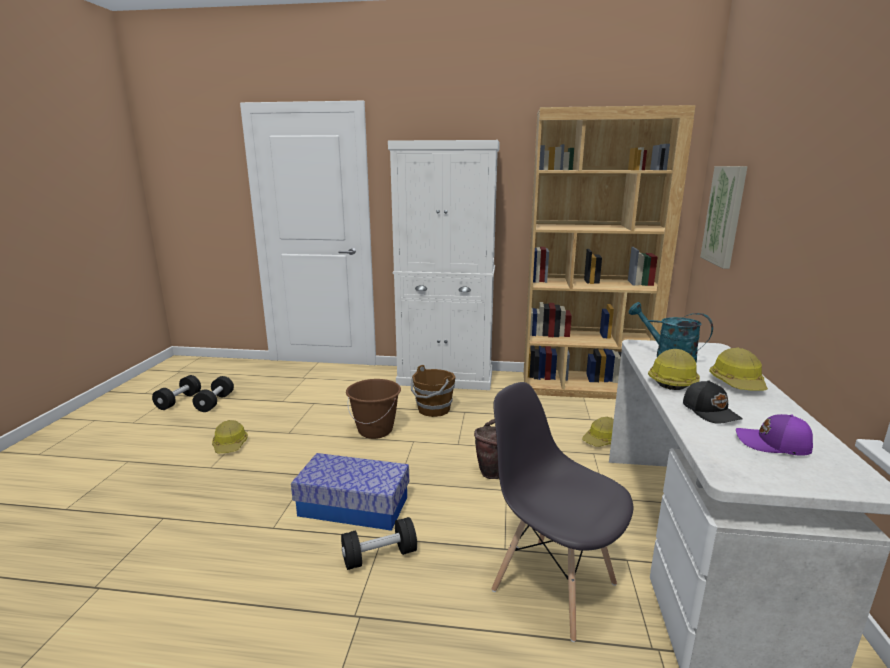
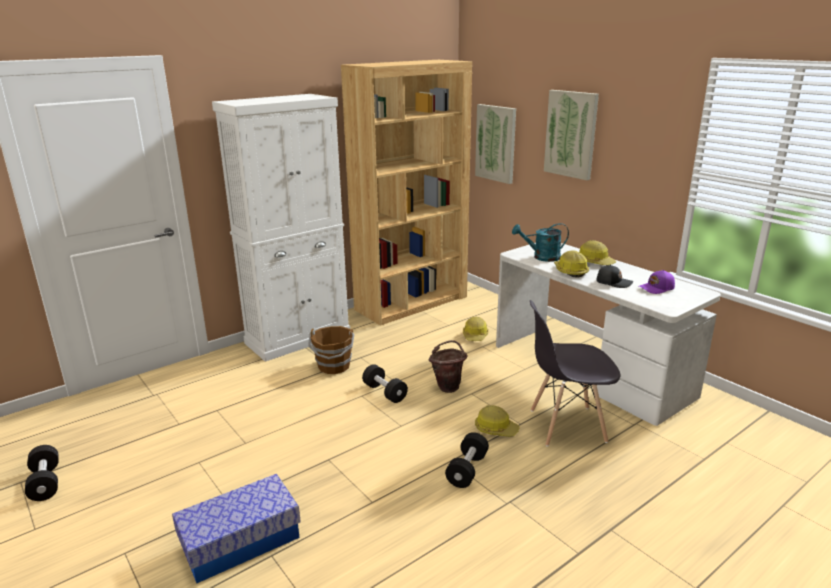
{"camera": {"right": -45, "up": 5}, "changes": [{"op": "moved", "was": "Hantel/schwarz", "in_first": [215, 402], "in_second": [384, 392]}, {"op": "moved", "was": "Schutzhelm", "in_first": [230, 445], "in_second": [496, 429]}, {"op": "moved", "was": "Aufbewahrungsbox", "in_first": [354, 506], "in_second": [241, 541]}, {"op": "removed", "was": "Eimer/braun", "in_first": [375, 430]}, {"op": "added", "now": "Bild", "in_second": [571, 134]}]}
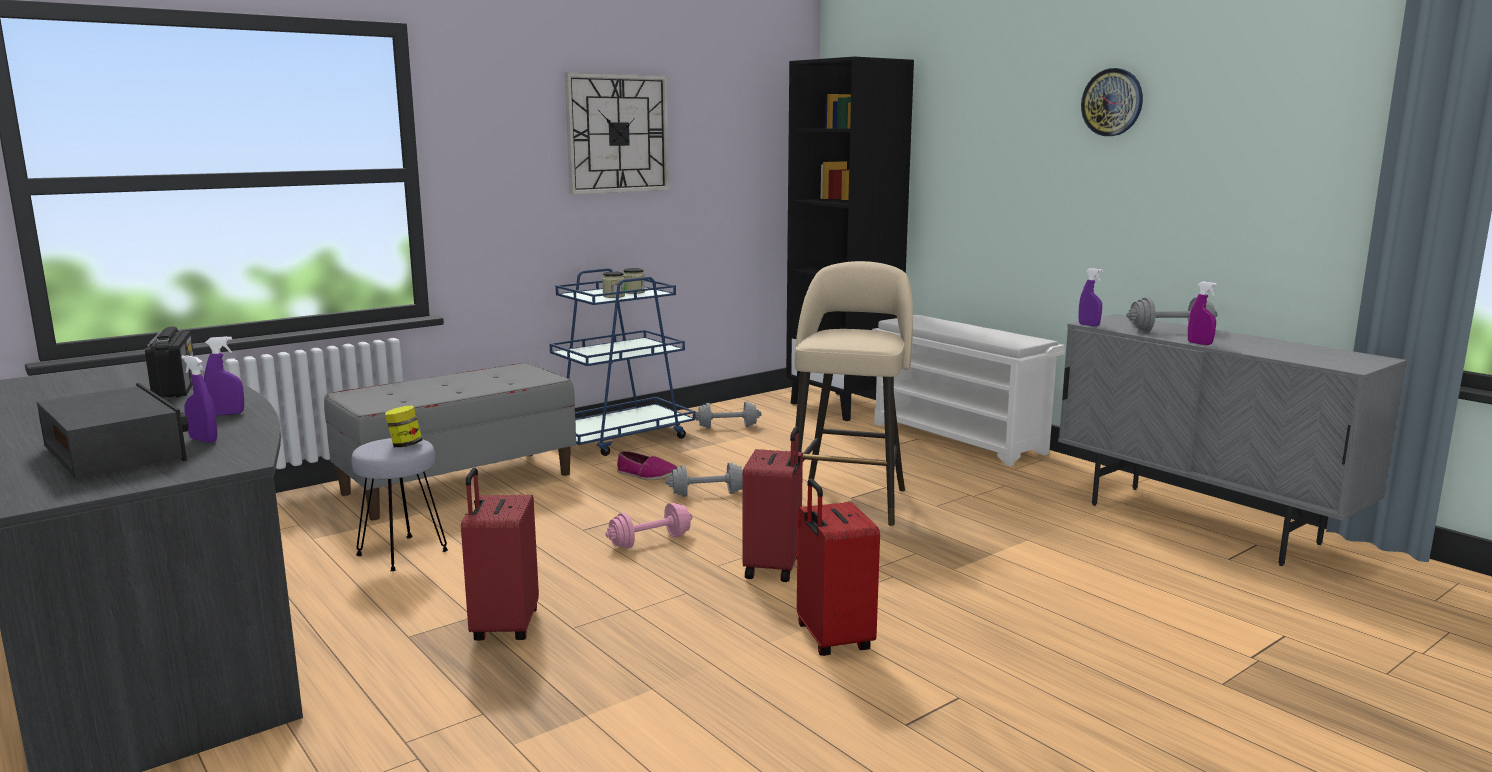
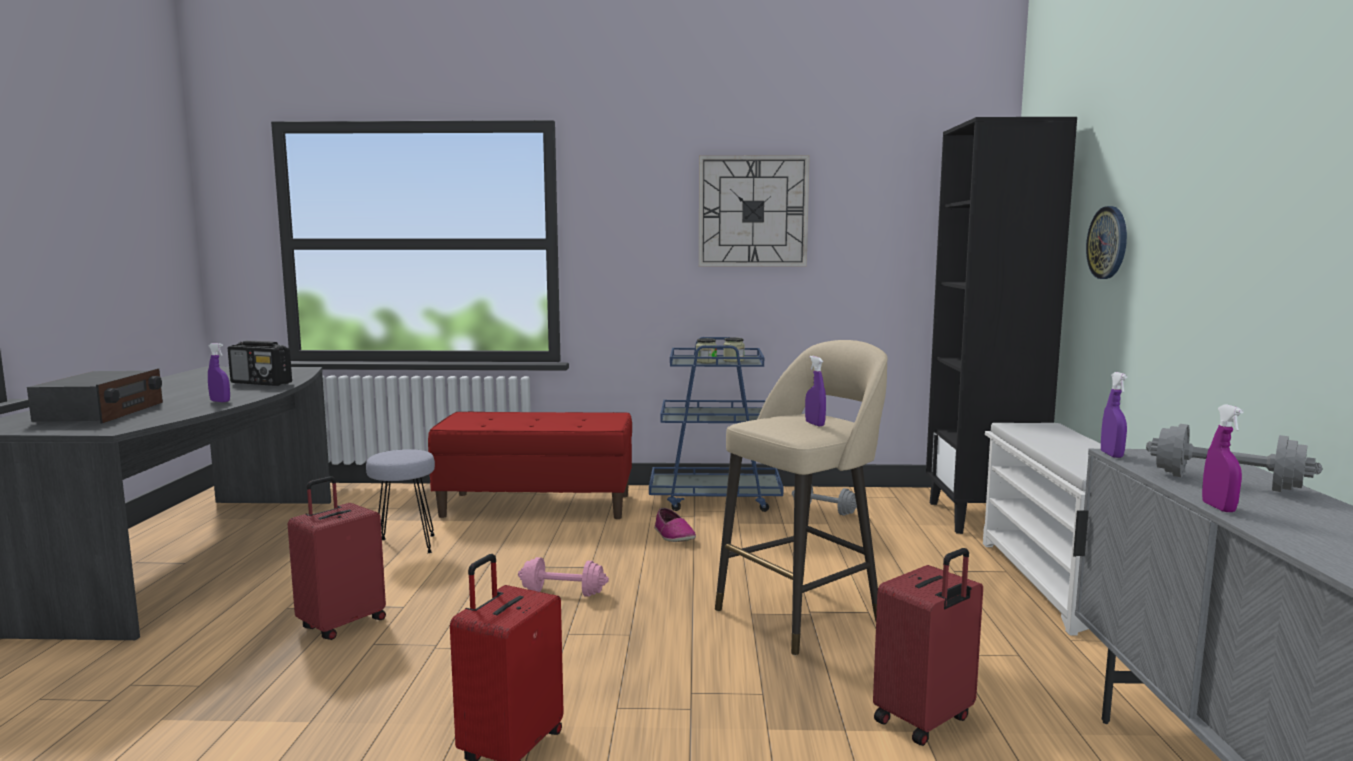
{"camera": {"right": 40, "up": -5}, "changes": [{"op": "turned", "was": "Radio", "in_first": [175, 388], "in_second": [262, 383], "clockwise": 90}, {"op": "moved", "was": "Sprühflasche/lila", "in_first": [203, 440], "in_second": [814, 424]}, {"op": "recoloured", "was": "Bank/grau", "now": "Bank/rot", "in_first": [458, 483], "in_second": [537, 505]}, {"op": "removed", "was": "Vorratsglas", "in_first": [405, 445]}, {"op": "removed", "was": "Hantel/grau", "in_first": [707, 494]}, {"op": "moved", "was": "Koffer/rot", "in_first": [774, 567], "in_second": [925, 720]}, {"op": "moved", "was": "Wanduhr", "in_first": [1112, 102], "in_second": [1108, 242]}]}
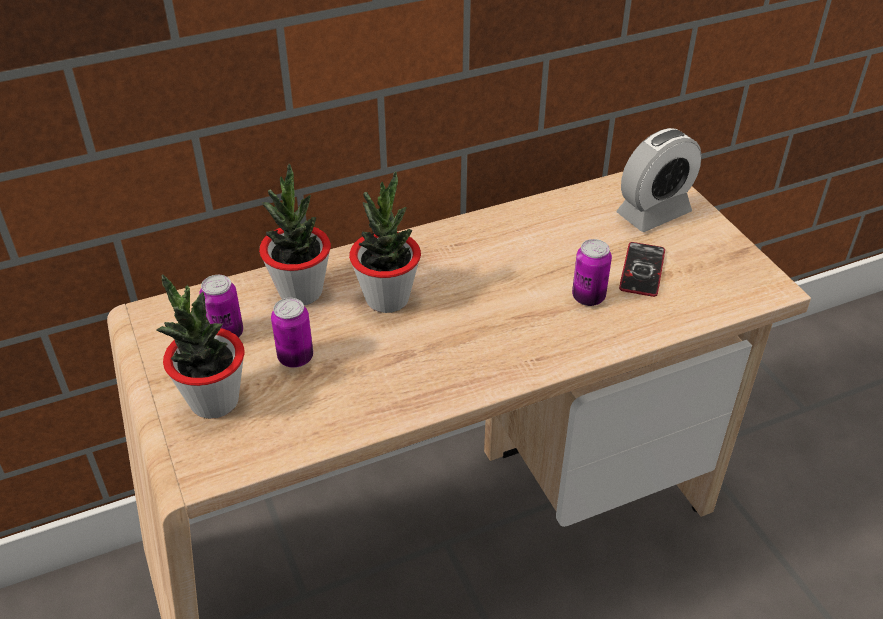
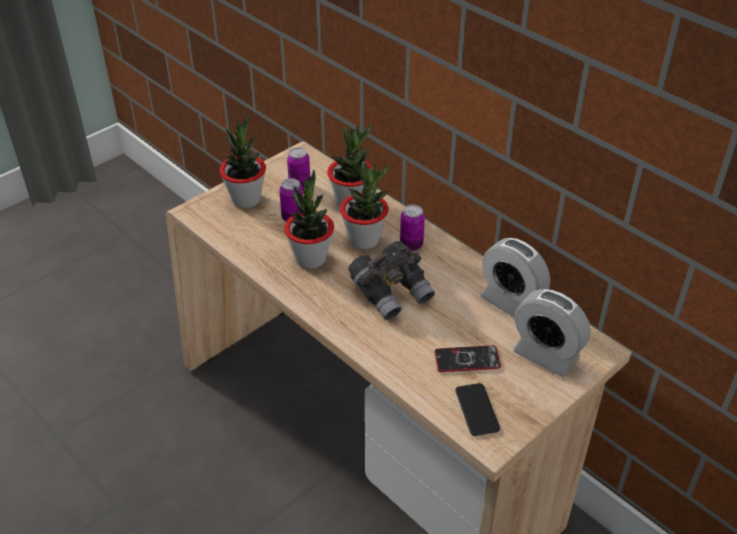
{"camera": {"right": 70, "up": 0}, "changes": [{"op": "moved", "was": "Dose", "in_first": [588, 297], "in_second": [411, 245]}, {"op": "added", "now": "Topfpflanze", "in_second": [310, 258]}, {"op": "added", "now": "Fernglas/grau", "in_second": [392, 292]}, {"op": "added", "now": "Handy", "in_second": [477, 410]}, {"op": "added", "now": "Wecker", "in_second": [511, 302]}]}
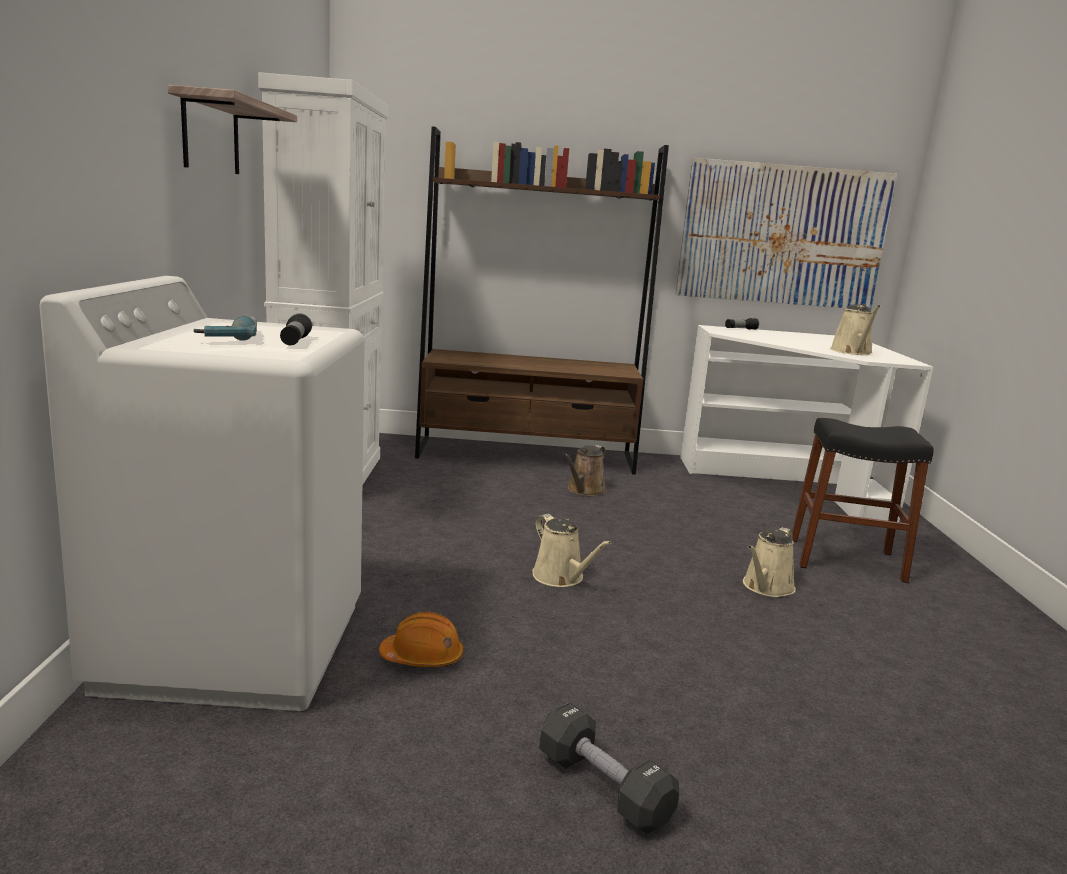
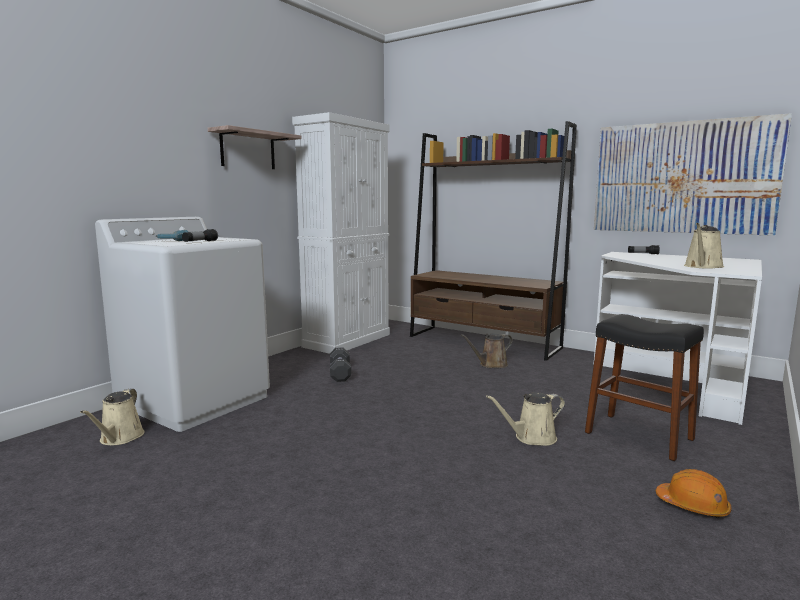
{"camera": {"right": 35, "up": -5}, "changes": [{"op": "moved", "was": "Schutzhelm/orange", "in_first": [422, 657], "in_second": [693, 506]}, {"op": "moved", "was": "Gießkanne/beige", "in_first": [561, 577], "in_second": [119, 438]}, {"op": "moved", "was": "Hantel/schwarz", "in_first": [603, 787], "in_second": [340, 373]}]}
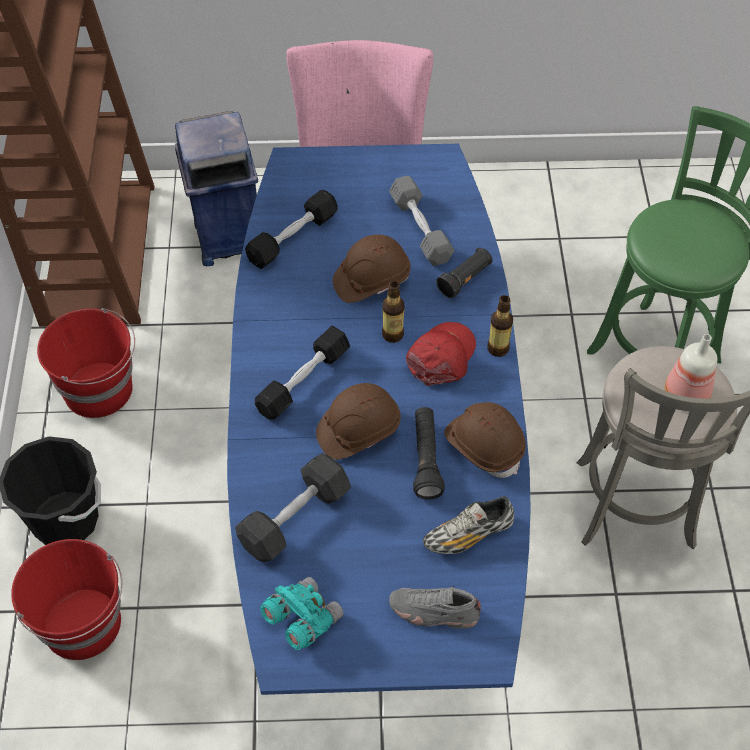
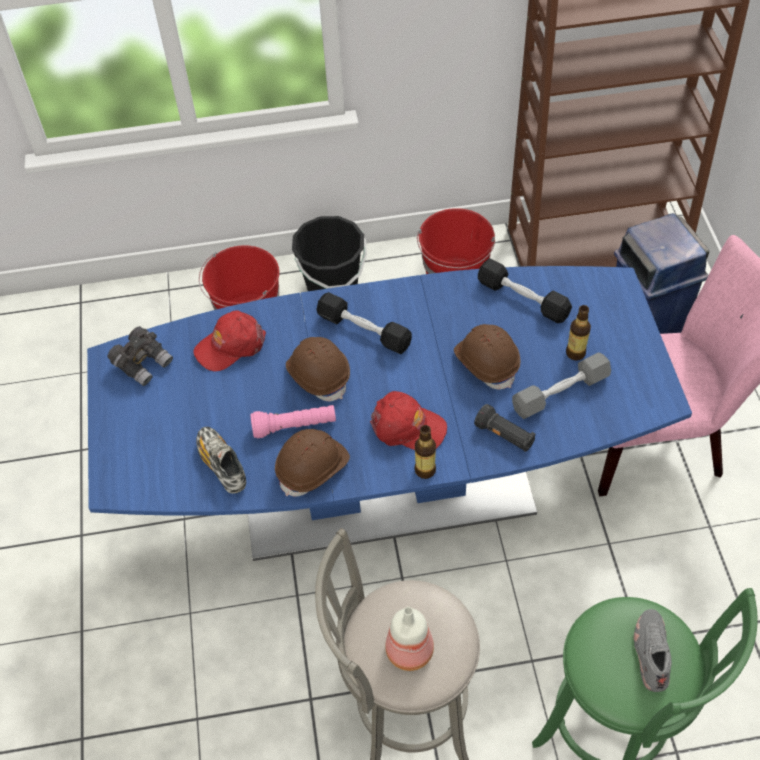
{"camera": {"right": 85, "up": 0}, "changes": [{"op": "replaced", "was": "Hantel/grau", "now": "Kappe/rot", "in_first": [294, 518], "in_second": [230, 345]}, {"op": "recoloured", "was": "Fernglas/türkis", "now": "Fernglas/grau", "in_first": [302, 619], "in_second": [143, 363]}, {"op": "moved", "was": "Flasche", "in_first": [393, 334], "in_second": [575, 353]}, {"op": "moved", "was": "Schuh/grau", "in_first": [433, 612], "in_second": [651, 652]}, {"op": "recoloured", "was": "Taschenlampe/schwarz", "now": "Taschenlampe/rosa", "in_first": [426, 459], "in_second": [295, 426]}]}
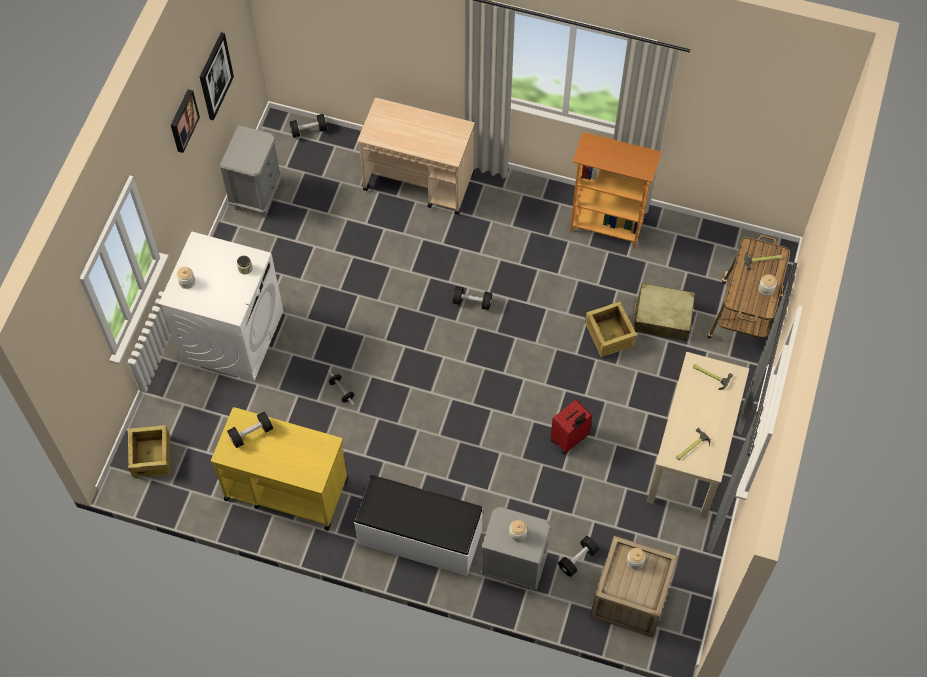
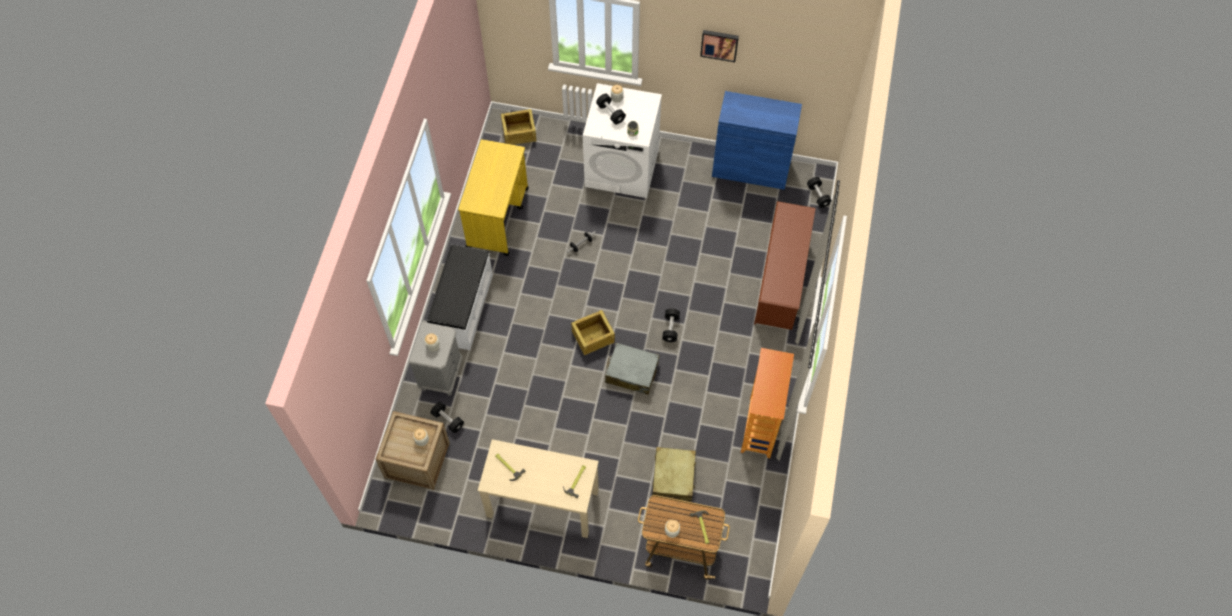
{"camera": {"right": 85, "up": 0}, "changes": [{"op": "removed", "was": "Bild", "in_first": [215, 76]}, {"op": "replaced", "was": "Nachttisch/grau", "now": "Schrank/blau", "in_first": [257, 194], "in_second": [751, 168]}, {"op": "moved", "was": "Hantel/schwarz", "in_first": [251, 433], "in_second": [610, 113]}, {"op": "replaced", "was": "Rollwagen/beige", "now": "Schuhregal/braun", "in_first": [419, 182], "in_second": [781, 280]}, {"op": "removed", "was": "Koffer/rot", "in_first": [569, 439]}, {"op": "moved", "was": "Kiste", "in_first": [609, 335], "in_second": [592, 336]}, {"op": "added", "now": "Koffer/grau", "in_second": [631, 372]}]}
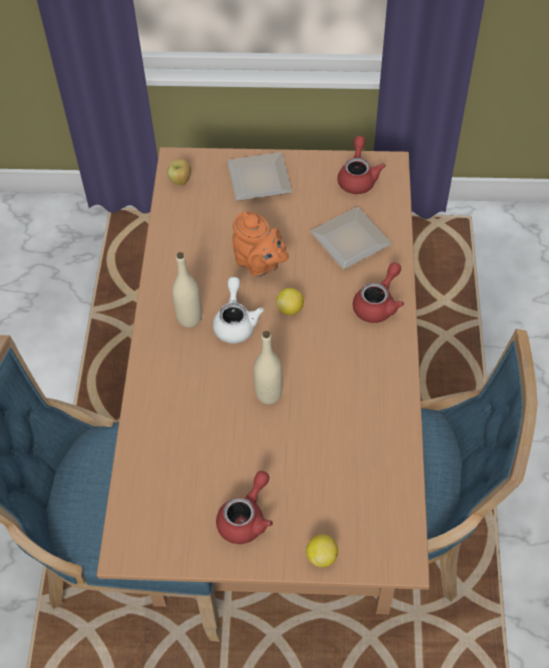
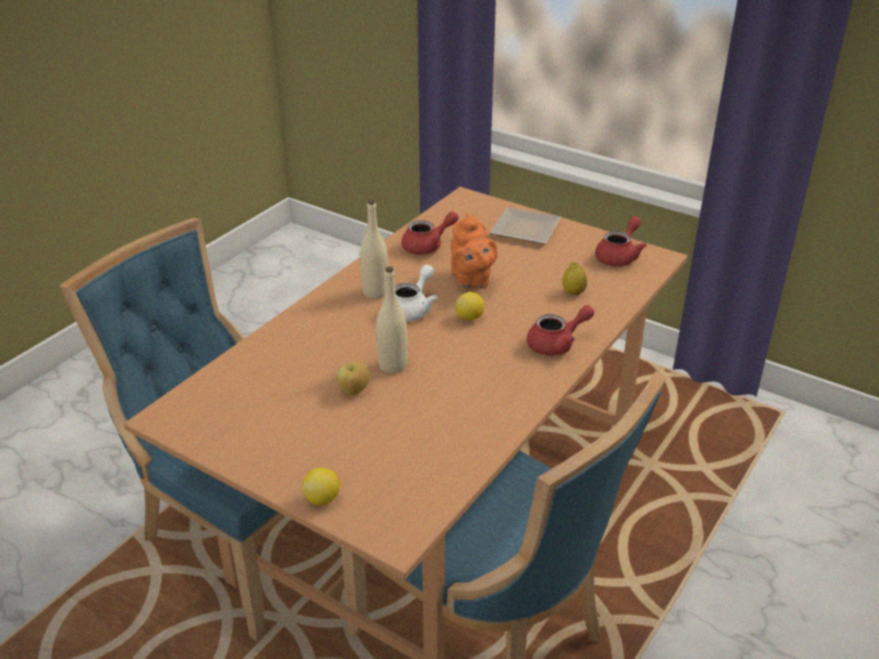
{"camera": {"right": 30, "up": -20}, "changes": [{"op": "moved", "was": "Apfel", "in_first": [181, 181], "in_second": [354, 391]}, {"op": "moved", "was": "Teekanne/rot", "in_first": [246, 518], "in_second": [428, 246]}, {"op": "replaced", "was": "Teller", "now": "Zitrone", "in_first": [351, 239], "in_second": [573, 292]}]}
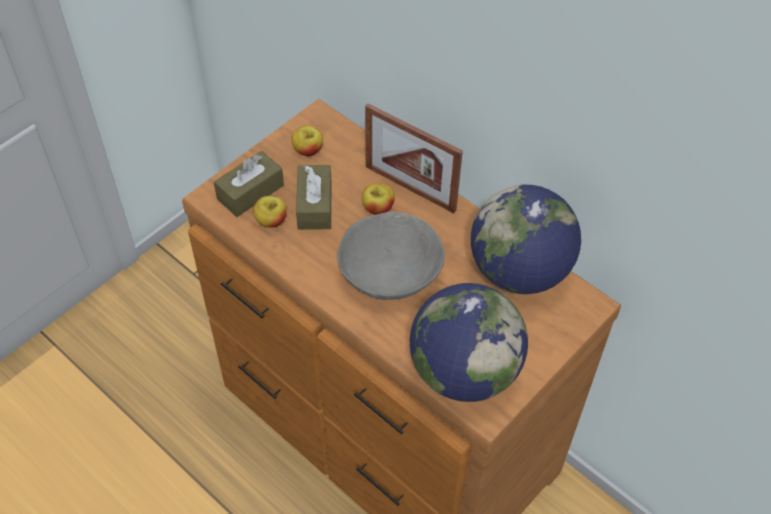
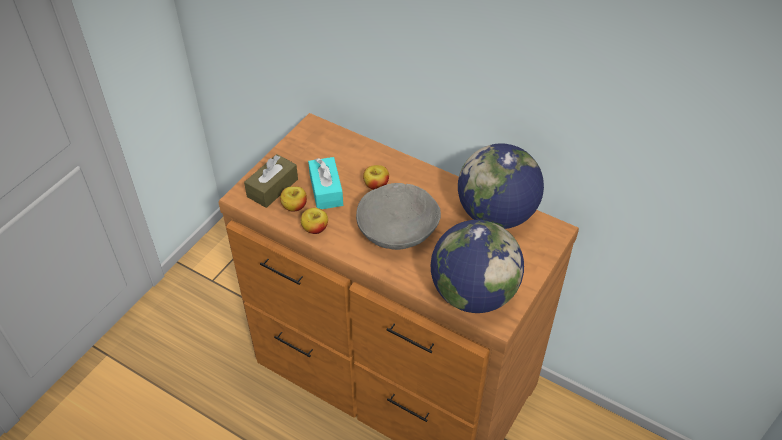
{"camera": {"right": -10, "up": -5}, "changes": [{"op": "moved", "was": "Apfel", "in_first": [308, 150], "in_second": [315, 228]}, {"op": "recoloured", "was": "Taschentuchbox/braun", "now": "Taschentuchbox/türkis", "in_first": [314, 205], "in_second": [326, 190]}, {"op": "removed", "was": "Bilderrahmen", "in_first": [410, 188]}]}
